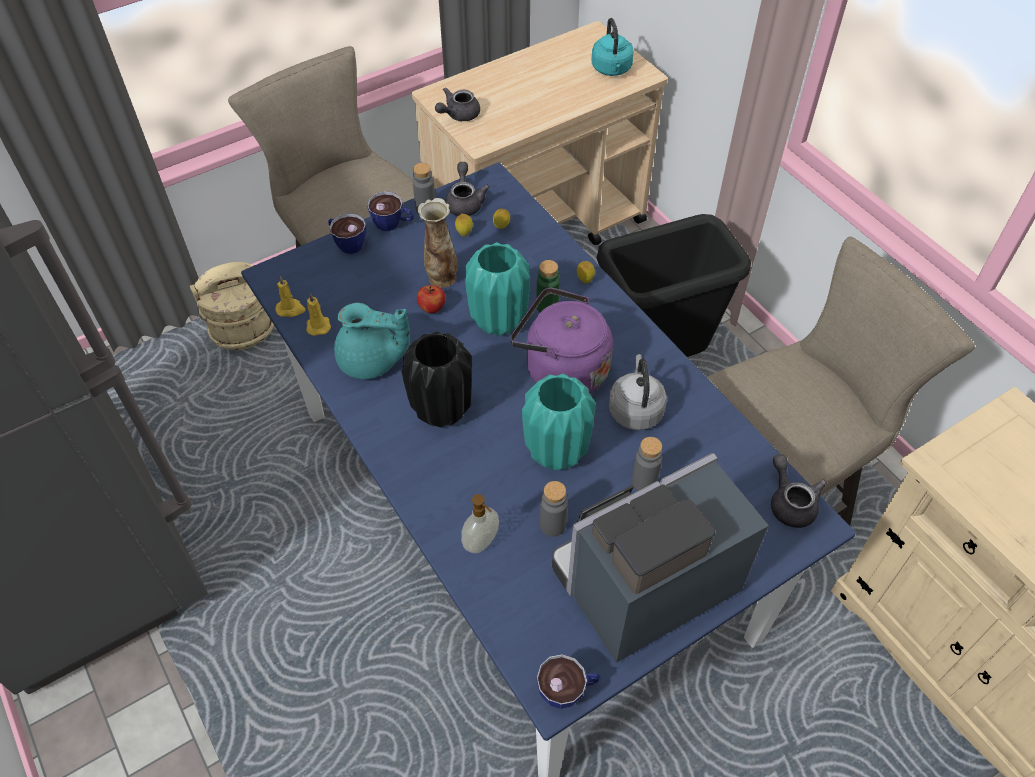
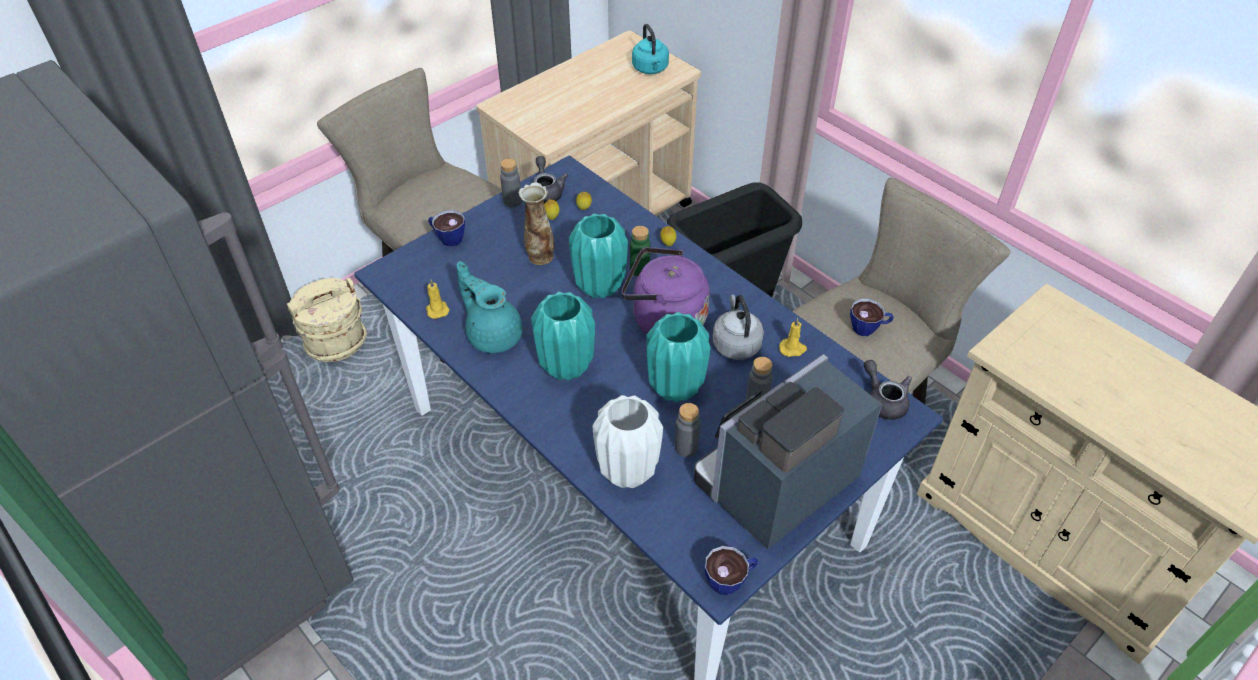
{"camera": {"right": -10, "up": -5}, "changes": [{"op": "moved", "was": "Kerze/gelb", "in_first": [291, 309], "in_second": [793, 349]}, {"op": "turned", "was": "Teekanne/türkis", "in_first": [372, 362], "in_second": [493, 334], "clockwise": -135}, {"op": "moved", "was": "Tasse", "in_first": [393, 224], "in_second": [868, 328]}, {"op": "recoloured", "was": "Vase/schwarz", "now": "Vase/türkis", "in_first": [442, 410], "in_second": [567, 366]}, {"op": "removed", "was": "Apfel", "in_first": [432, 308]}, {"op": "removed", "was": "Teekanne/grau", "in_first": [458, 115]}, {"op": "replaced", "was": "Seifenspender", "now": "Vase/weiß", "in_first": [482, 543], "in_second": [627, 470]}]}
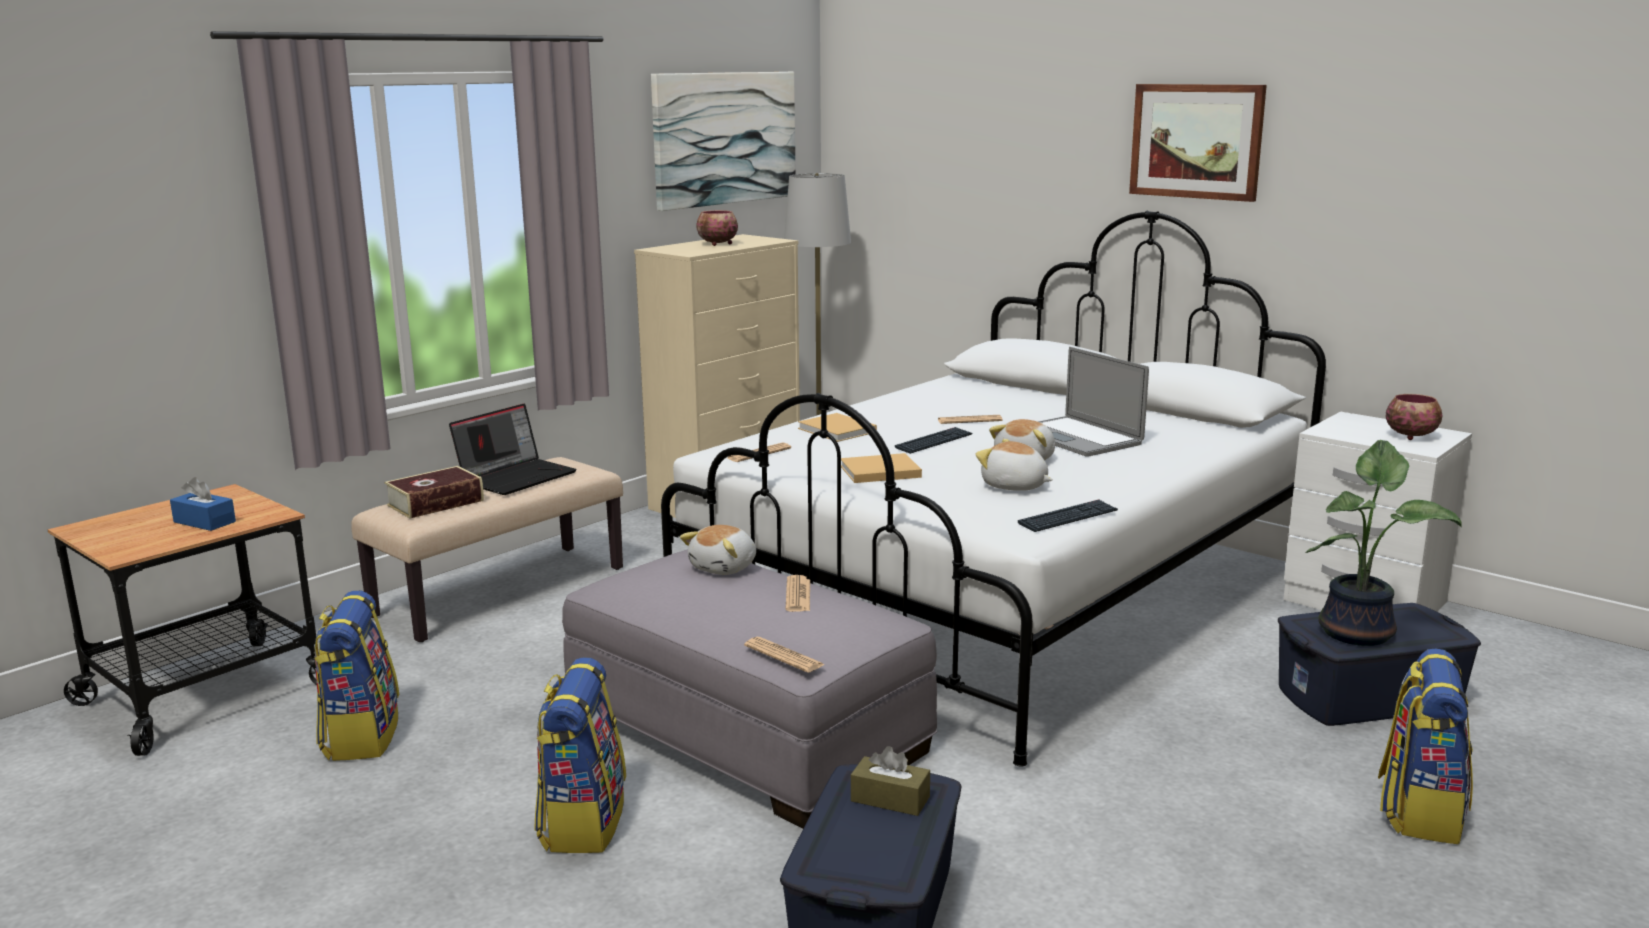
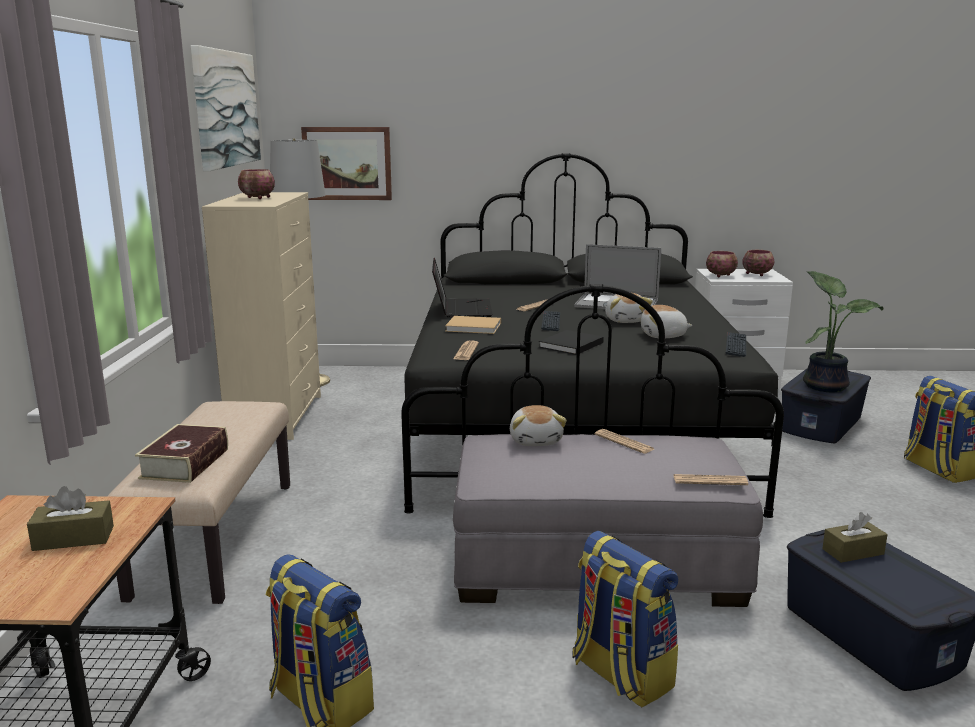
{"camera": {"right": -40, "up": 0}, "changes": [{"op": "recoloured", "was": "Taschentuchbox/blau", "now": "Taschentuchbox/braun", "in_first": [204, 522], "in_second": [73, 538]}, {"op": "moved", "was": "Laptop", "in_first": [517, 477], "in_second": [461, 309]}, {"op": "recoloured", "was": "Bett/weiß", "now": "Bett/schwarz", "in_first": [1001, 596], "in_second": [571, 427]}, {"op": "recoloured", "was": "Buch/beige", "now": "Buch/schwarz", "in_first": [877, 472], "in_second": [570, 345]}, {"op": "moved", "was": "Bild", "in_first": [1196, 141], "in_second": [347, 163]}, {"op": "added", "now": "Schüssel", "in_second": [721, 276]}]}
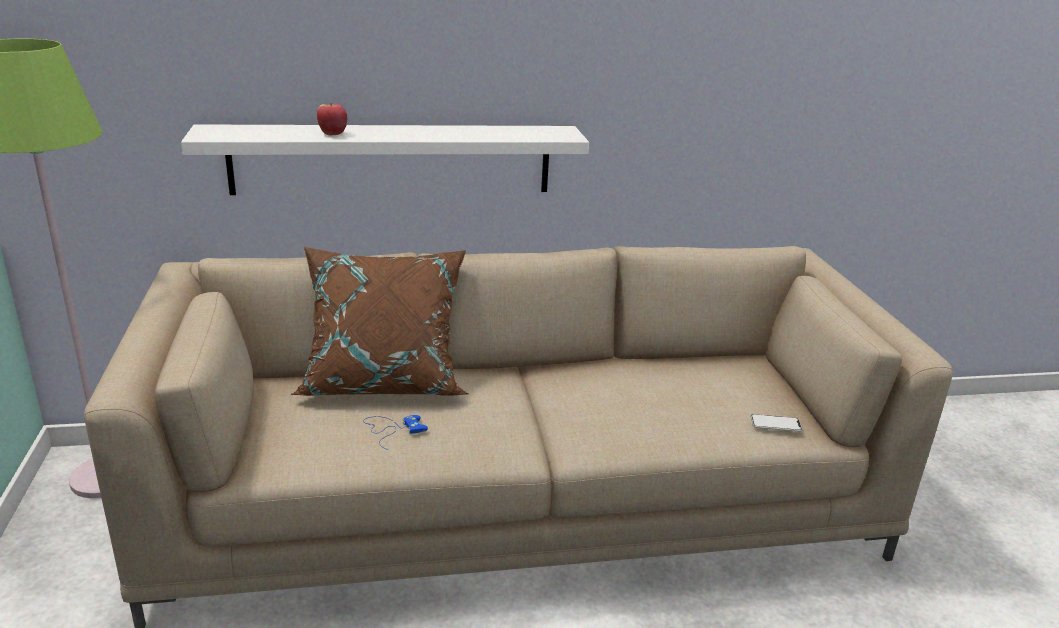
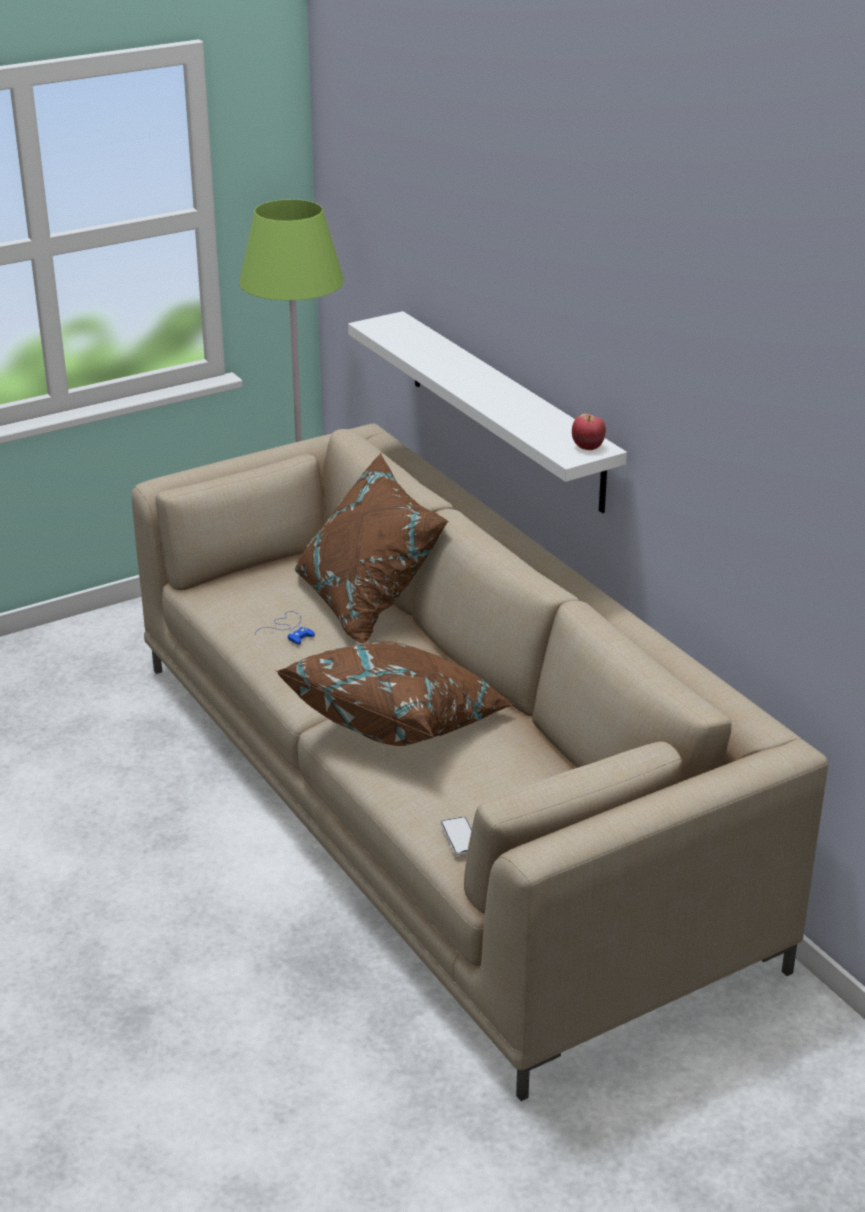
{"camera": {"right": 70, "up": 5}, "changes": [{"op": "moved", "was": "Apfel", "in_first": [333, 134], "in_second": [588, 447]}, {"op": "added", "now": "Kissen/braun", "in_second": [399, 723]}]}
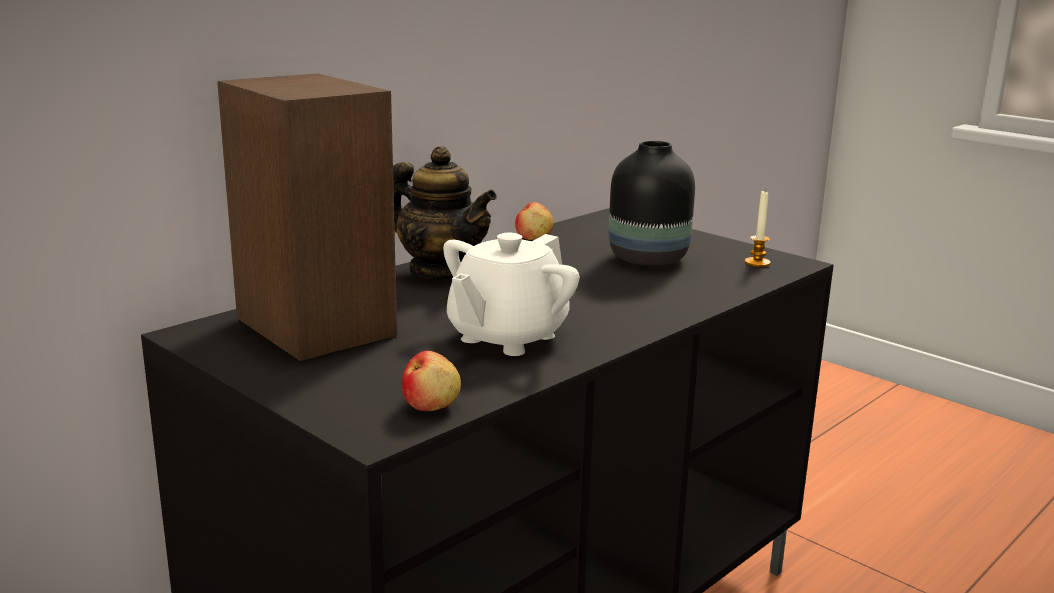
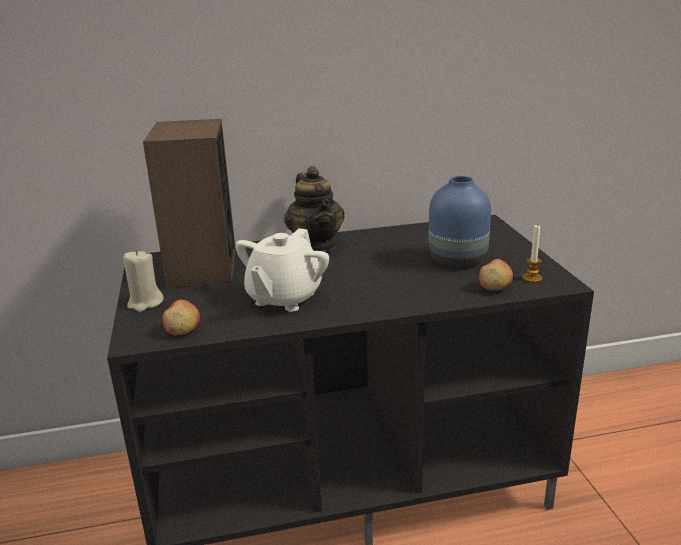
{"camera": {"right": 35, "up": 5}, "changes": [{"op": "turned", "was": "Teekanne/weiß", "in_first": [507, 337], "in_second": [284, 298], "clockwise": -45}, {"op": "moved", "was": "Apfel", "in_first": [534, 238], "in_second": [495, 288]}, {"op": "recoloured", "was": "Vase/schwarz", "now": "Vase/blau", "in_first": [646, 259], "in_second": [456, 260]}, {"op": "added", "now": "Kerze/beige", "in_second": [145, 303]}]}
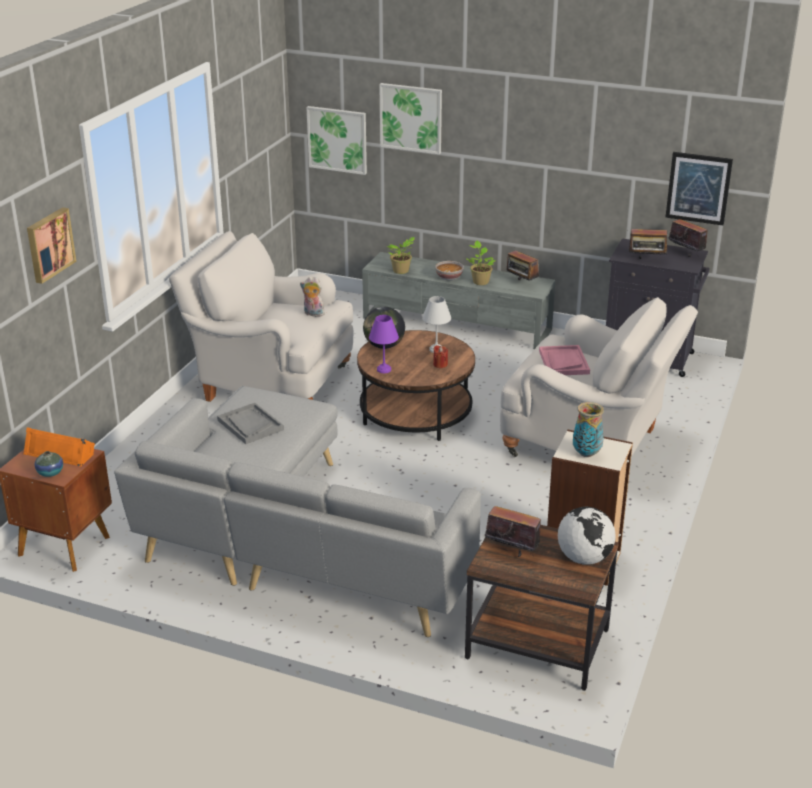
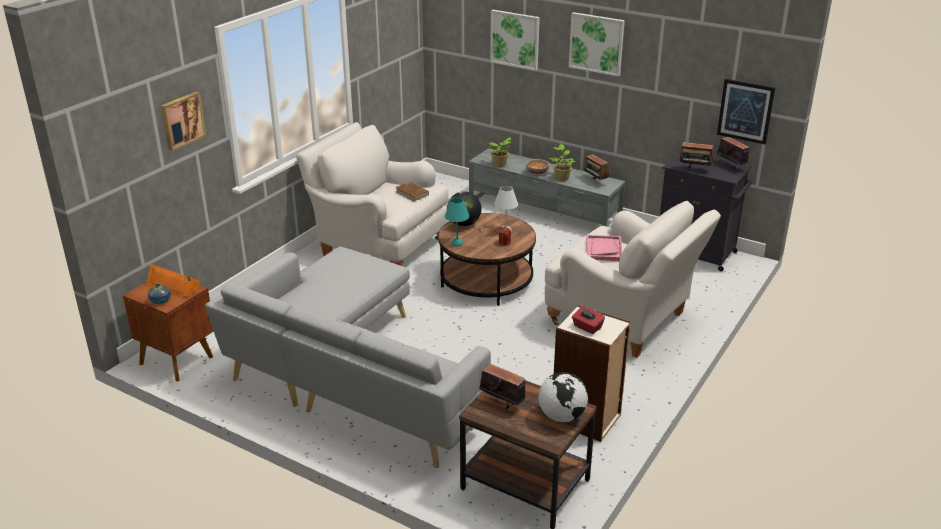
{"camera": {"right": 10, "up": 0}, "changes": [{"op": "removed", "was": "Tablett/grau", "in_first": [250, 425]}, {"op": "replaced", "was": "Plüschtier", "now": "Buch/braun", "in_first": [313, 314], "in_second": [412, 193]}, {"op": "moved", "was": "Bild", "in_first": [337, 139], "in_second": [596, 43]}, {"op": "recoloured", "was": "Tischlampe/lila", "now": "Tischlampe/türkis", "in_first": [384, 369], "in_second": [457, 242]}, {"op": "replaced", "was": "Vase", "now": "Taschentuchbox/rot", "in_first": [587, 453], "in_second": [587, 327]}]}
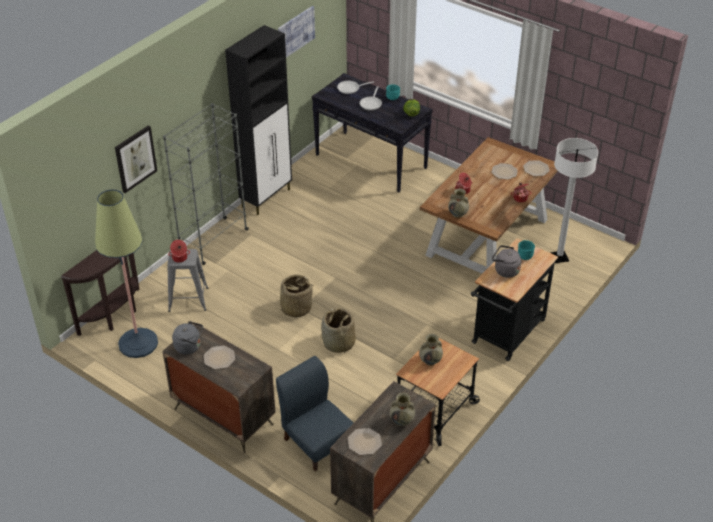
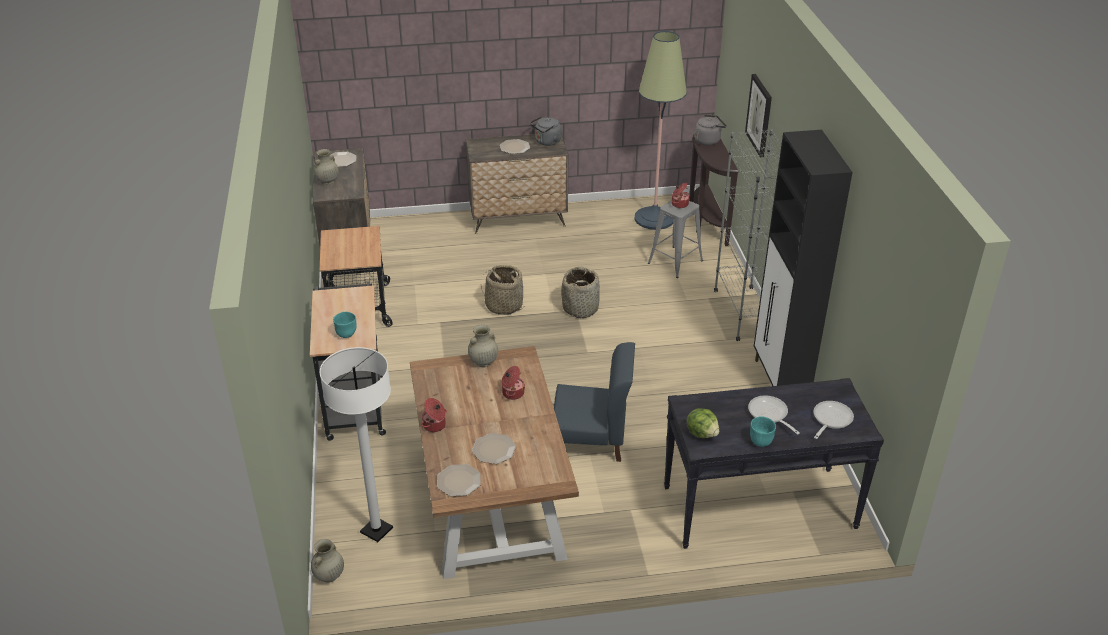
{"camera": {"right": 135, "up": -5}, "changes": [{"op": "moved", "was": "Stuhl/blau", "in_first": [317, 442], "in_second": [591, 440]}, {"op": "removed", "was": "Bild", "in_first": [295, 32]}, {"op": "moved", "was": "Vase/beige", "in_first": [430, 360], "in_second": [329, 576]}, {"op": "moved", "was": "Wasserkessel/grau", "in_first": [505, 270], "in_second": [708, 140]}]}
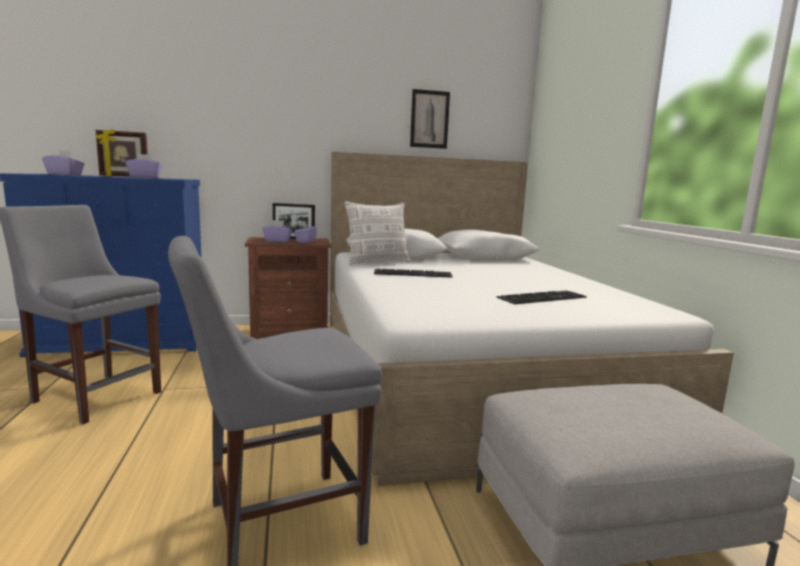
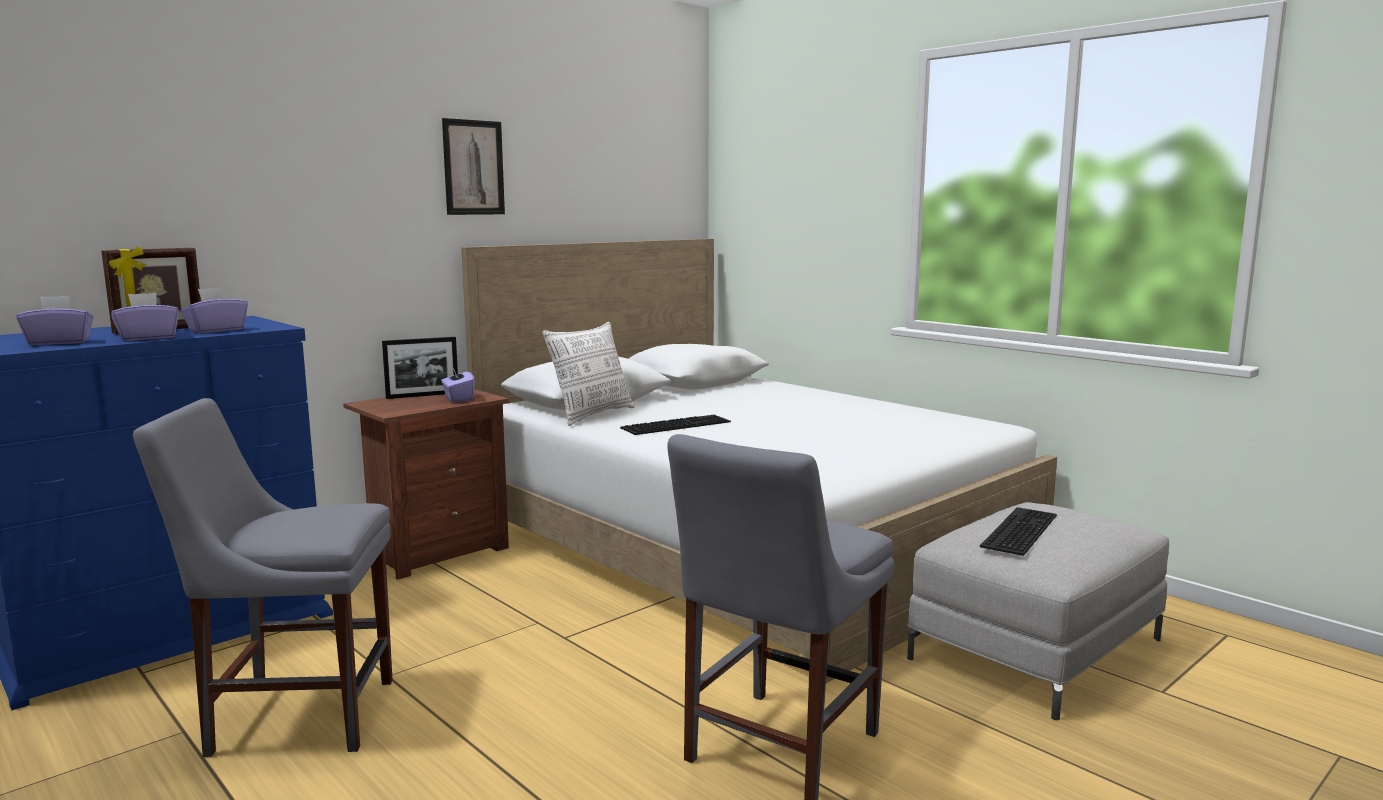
{"camera": {"right": -30, "up": 0}, "changes": [{"op": "moved", "was": "Taschentuchbox/lila", "in_first": [277, 241], "in_second": [147, 338]}, {"op": "moved", "was": "Bild", "in_first": [429, 119], "in_second": [473, 167]}, {"op": "moved", "was": "Tastatur", "in_first": [541, 297], "in_second": [1017, 529]}]}
